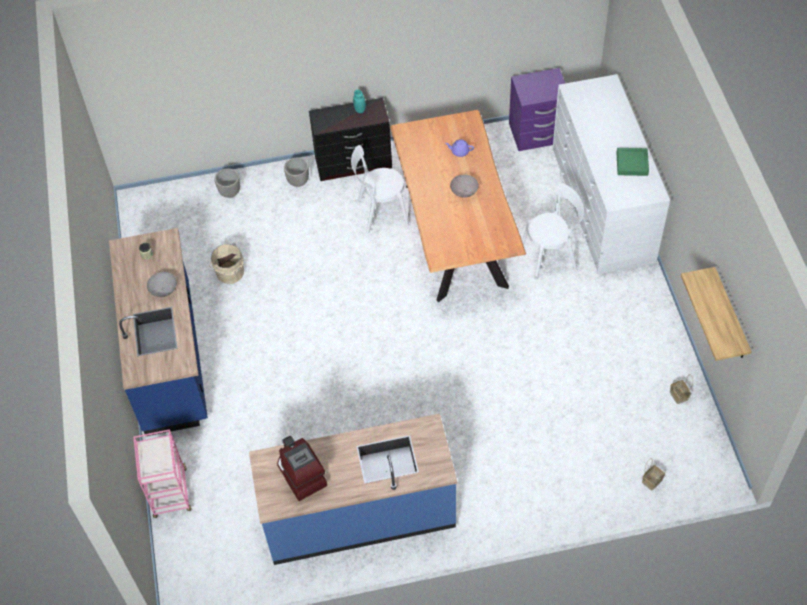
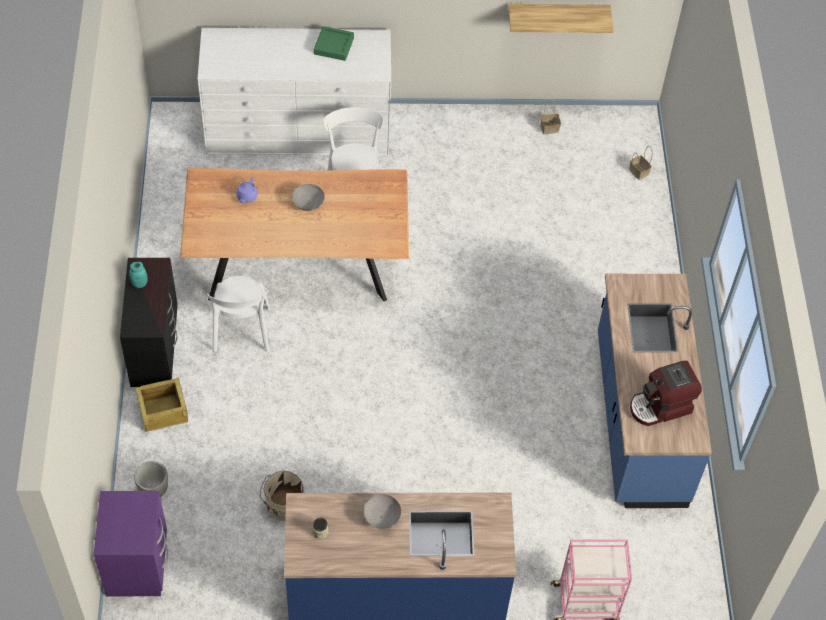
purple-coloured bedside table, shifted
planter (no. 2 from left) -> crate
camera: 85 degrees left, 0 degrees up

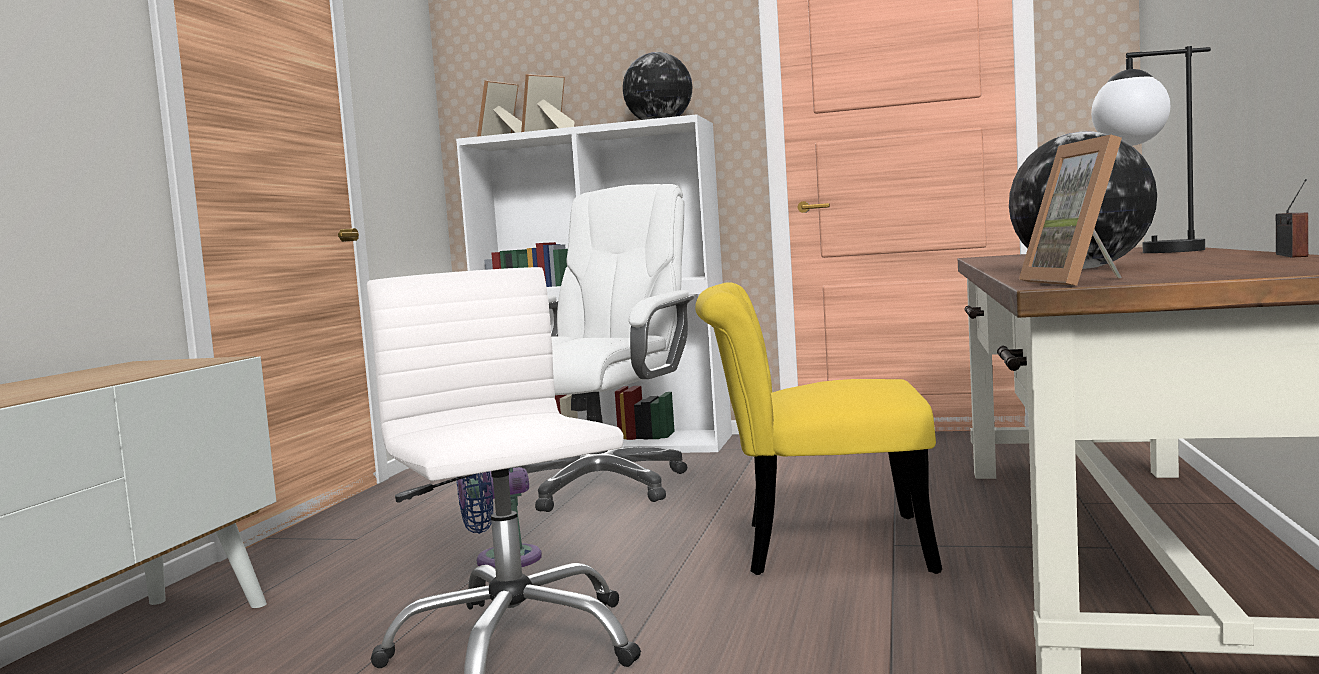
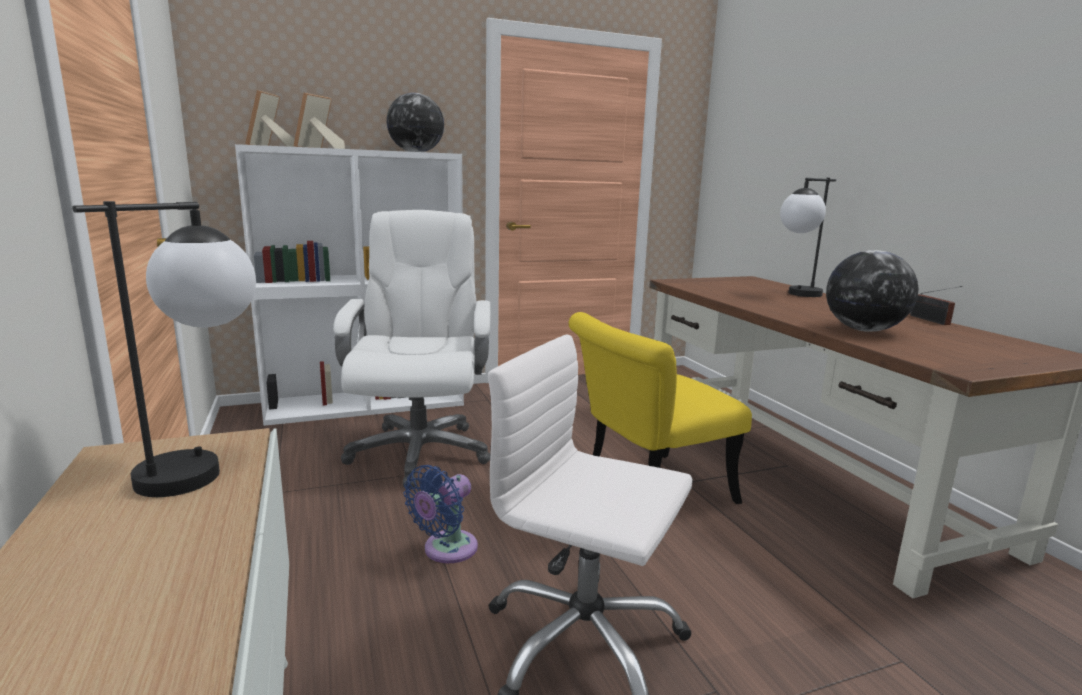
photo frame (no. 3 from left) -> none
none -> lamp for a table (no. 1 from left)
camera: 35 degrees left, 10 degrees up

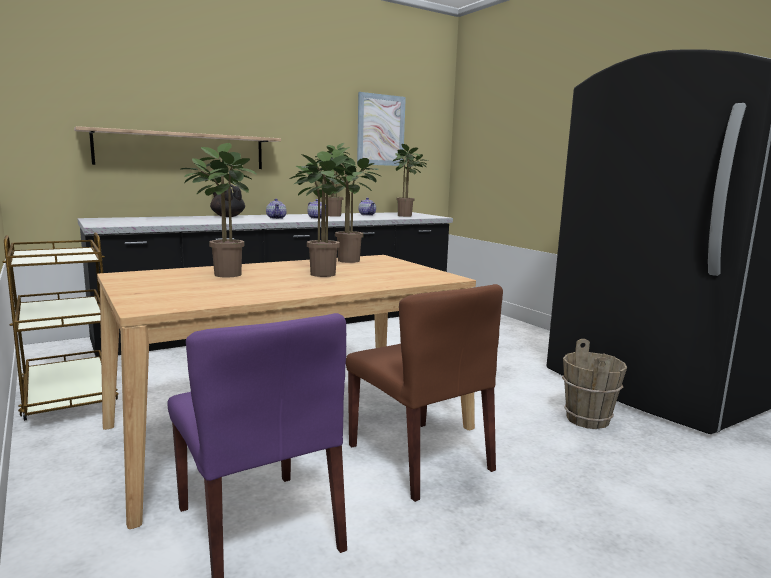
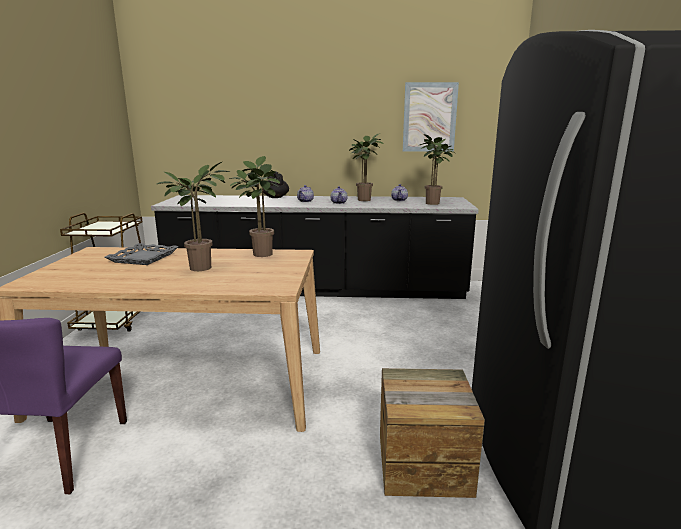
shelf -> none
potted plant (no. 1 from left) -> grey tray
brownish chair -> none
brownish bucket -> crate
camera: 35 degrees right, 5 degrees up

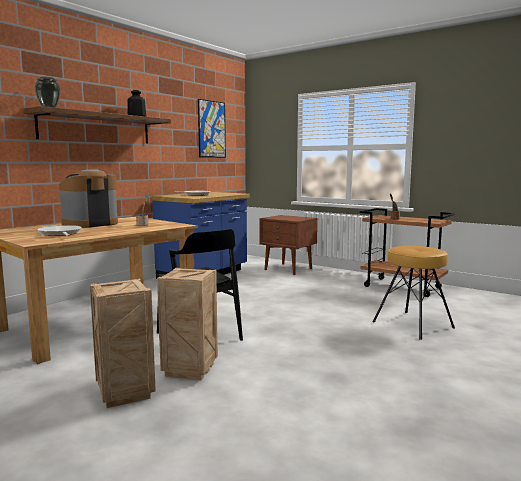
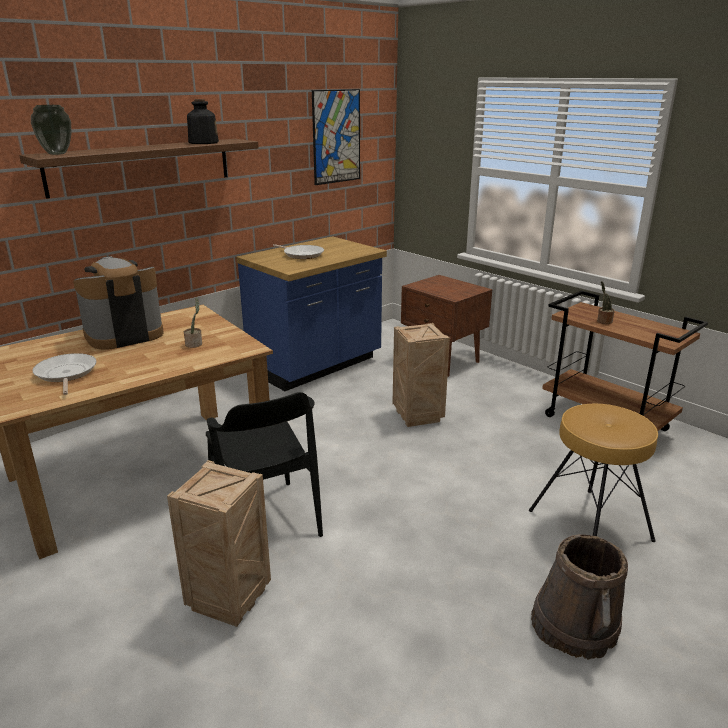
crate (no. 1 from left in the first image) -> crate (no. 2 from left), shifted
none -> brownish bucket
camera: 10 degrees right, 15 degrees up

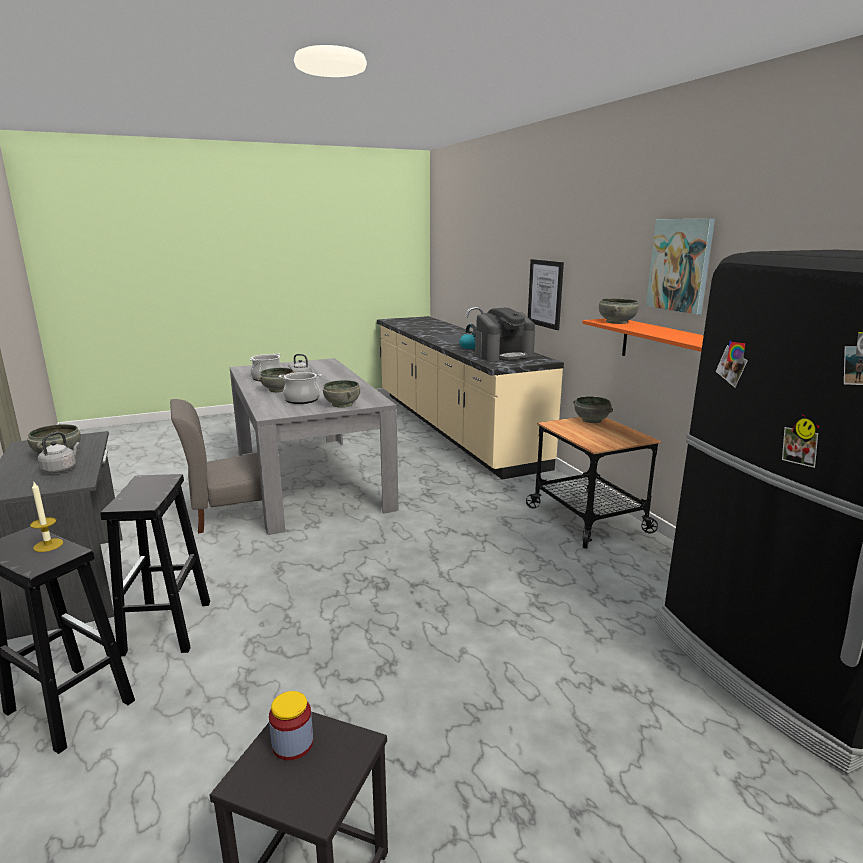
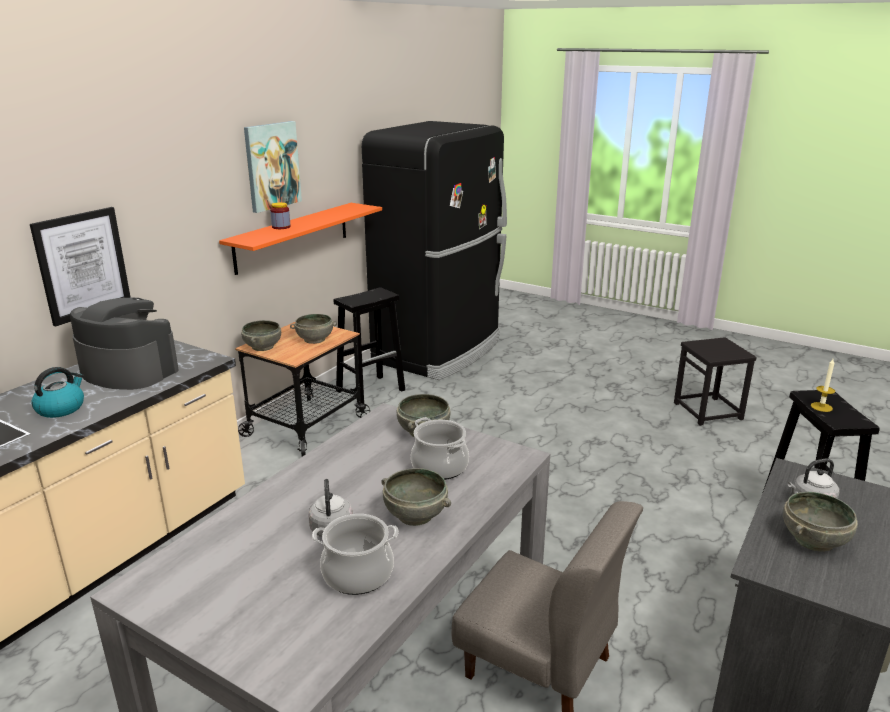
grey bowl (no. 5 from left in the first image) -> grey bowl (no. 2 from left), shifted
black stool seat (no. 2 from left in the first image) -> black stool seat (no. 1 from left), shifted
preserve jar, shifted
camera: 125 degrees left, 5 degrees up

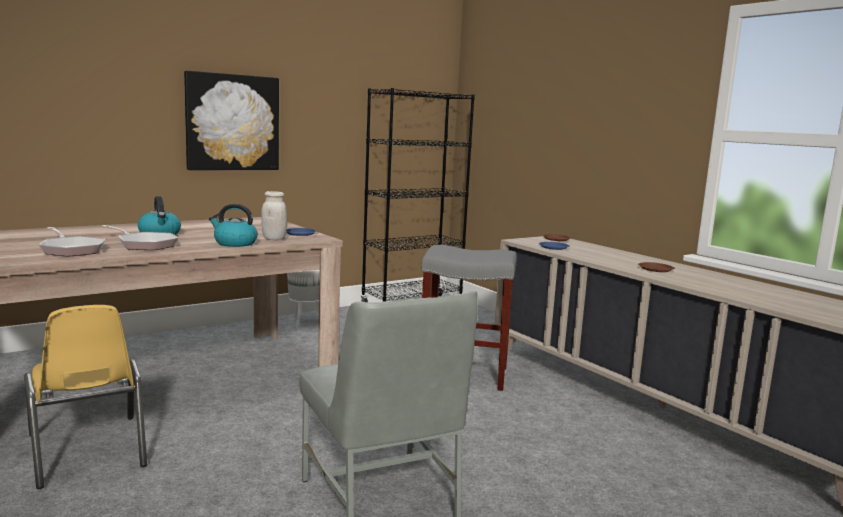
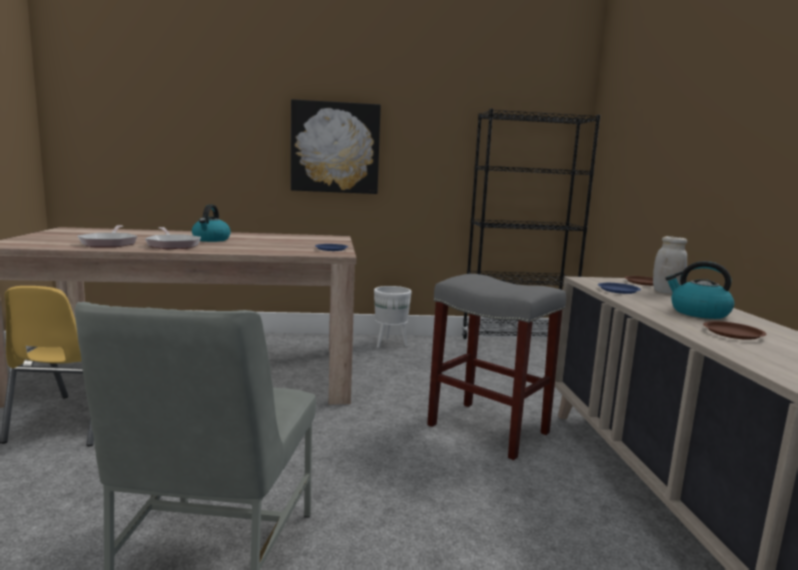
whitish preserve jar, shifted
kettle (no. 2 from left), shifted
camera: 30 degrees right, 0 degrees up

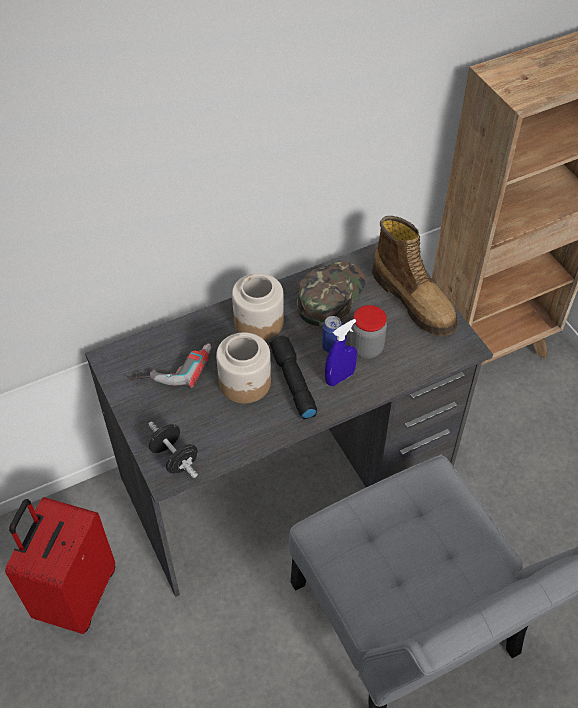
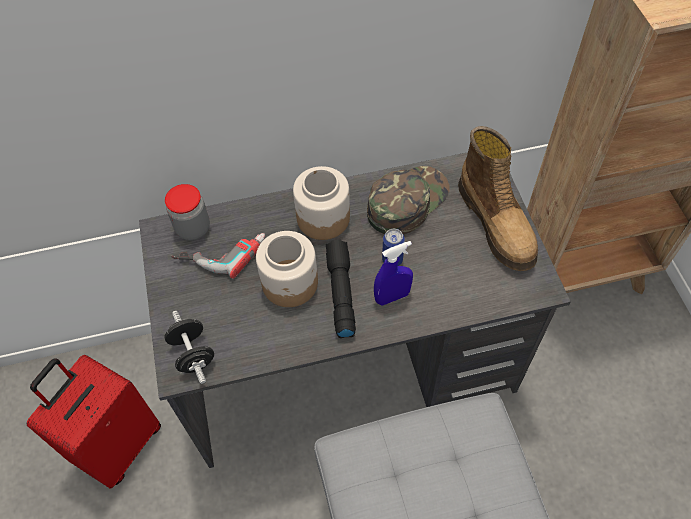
preserve jar (no. 3 from left in the first image) -> preserve jar (no. 1 from left), shifted
camera: 15 degrees right, 5 degrees up

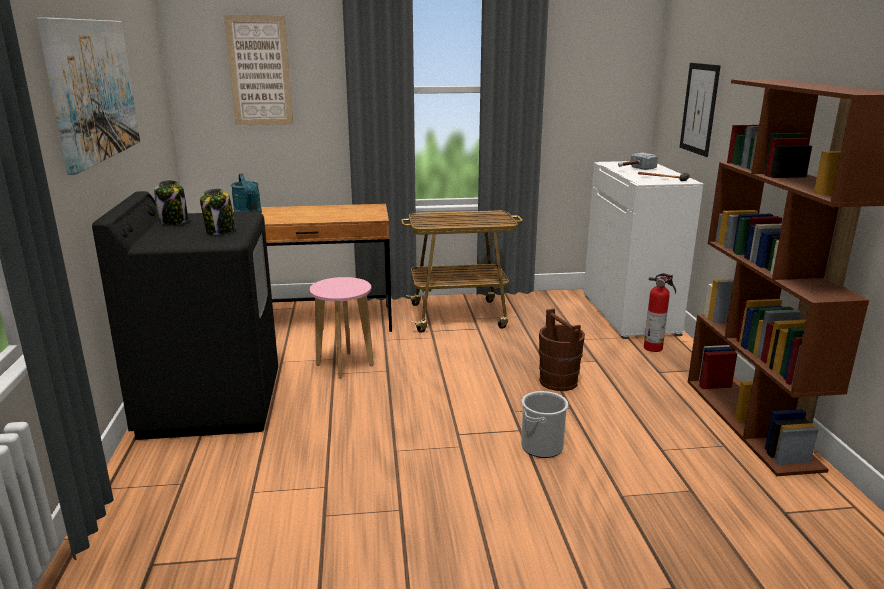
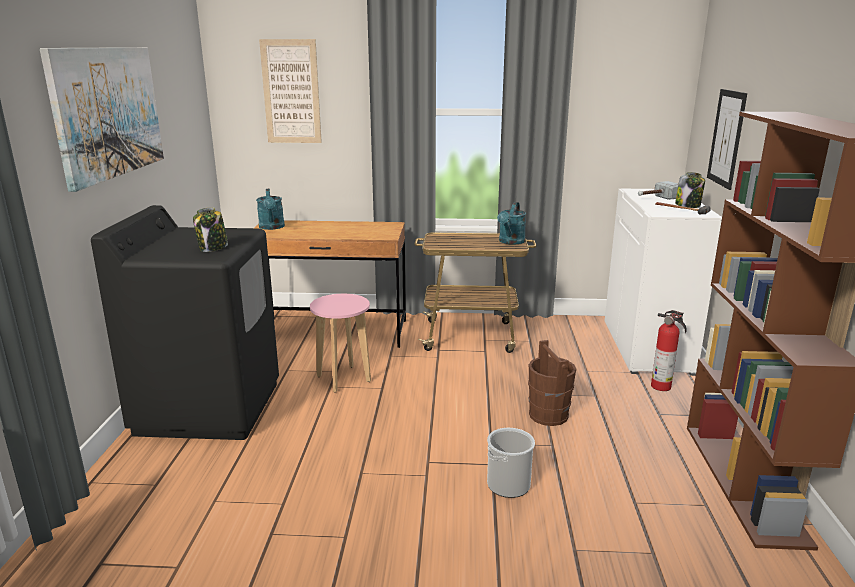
preserve jar (no. 1 from left in the first image) -> preserve jar (no. 2 from left), shifted
none -> blue-green watering pot (no. 2 from left)
camera: 10 degrees right, 0 degrees up

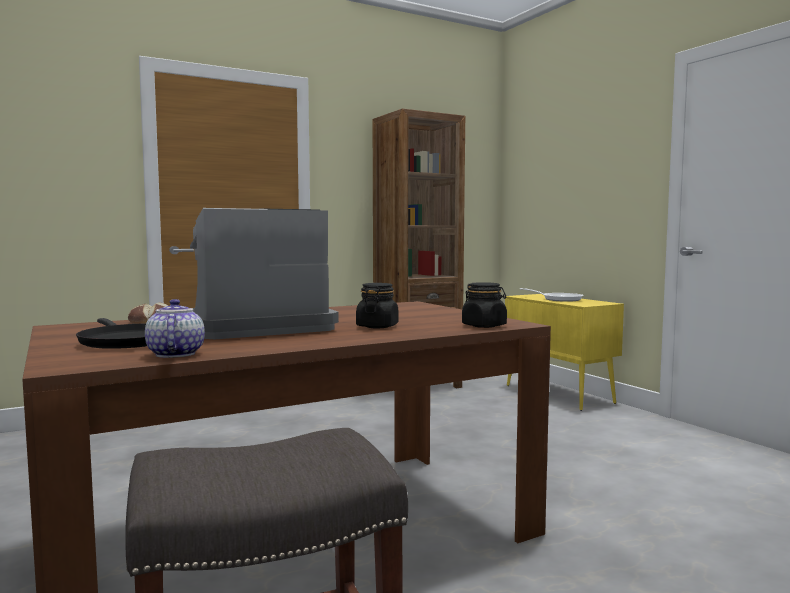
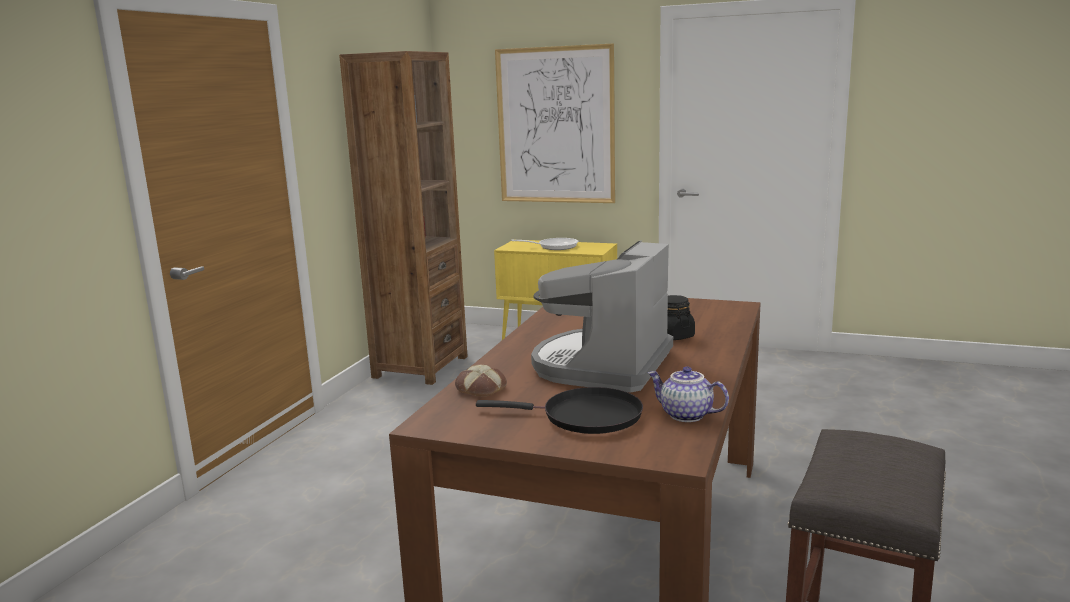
black preserve jar (no. 2 from left) -> none
none -> wall picture
camera: 40 degrees left, 10 degrees up

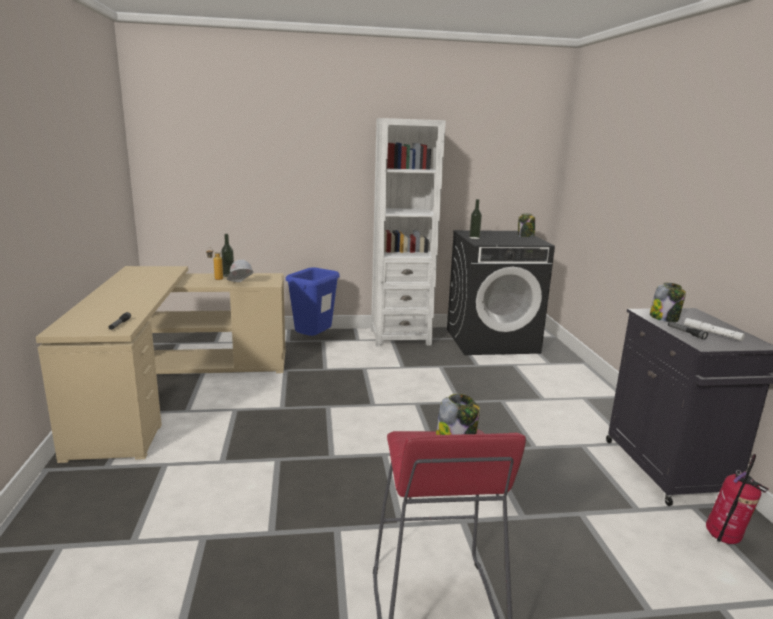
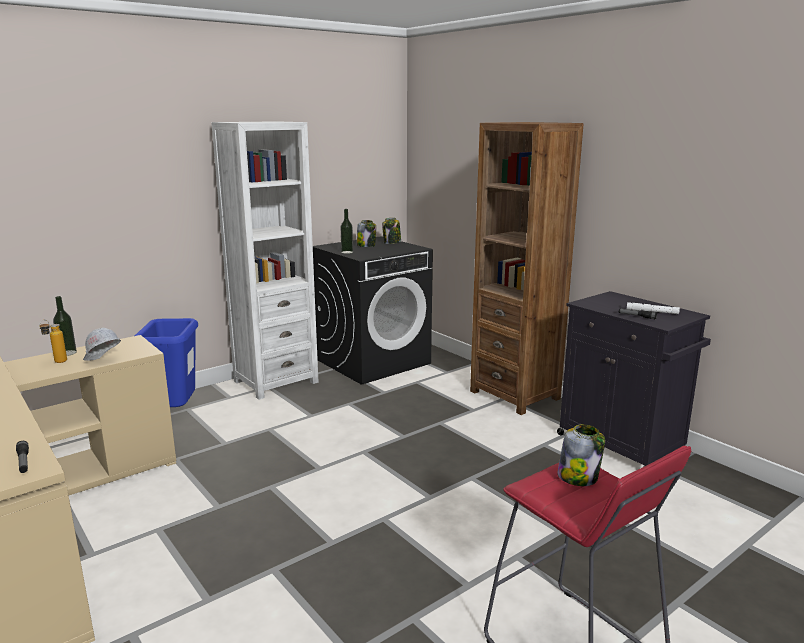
preserve jar (no. 3 from left in the first image) -> preserve jar (no. 1 from left), shifted
fire extinguisher -> none
none -> brownish shelving unit
camera: 30 degrees left, 0 degrees up

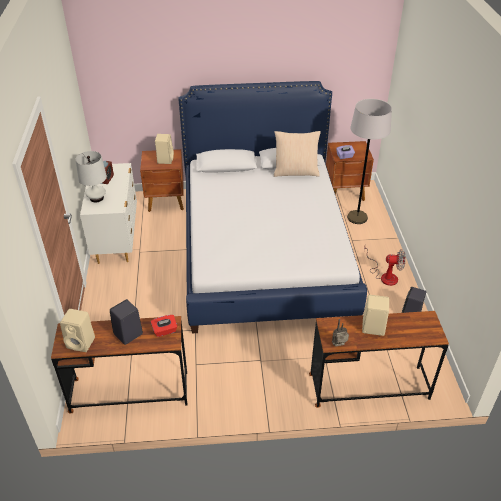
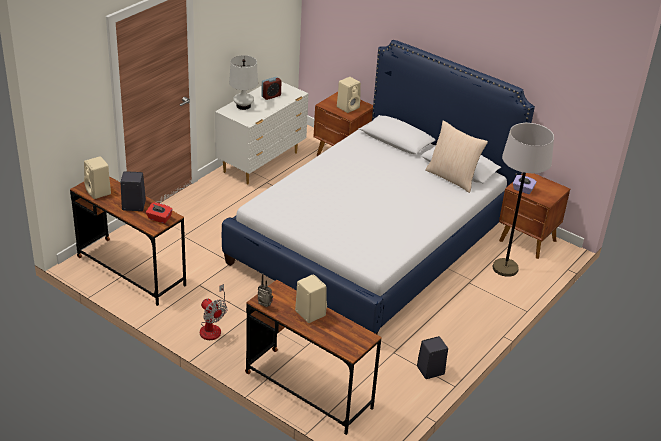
cooling fan, shifted
camera: 40 degrees right, 5 degrees down

